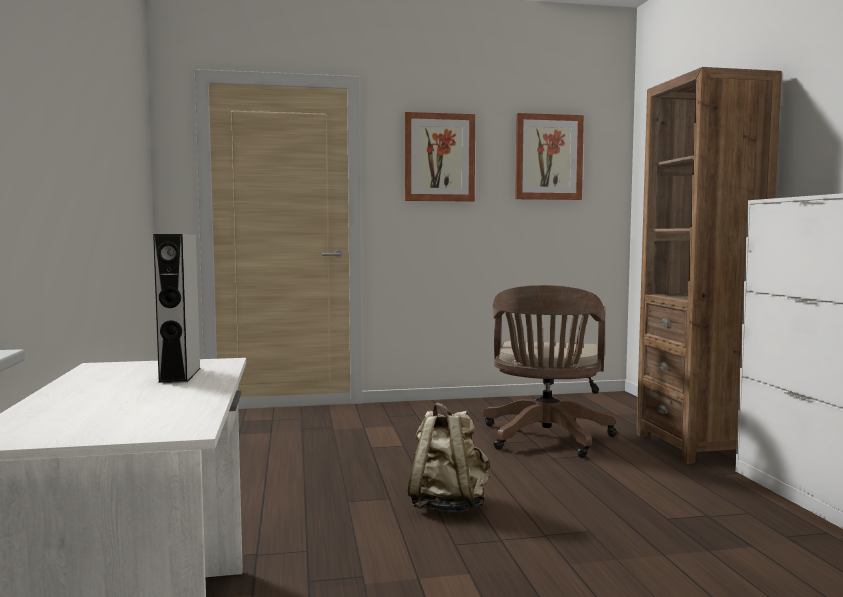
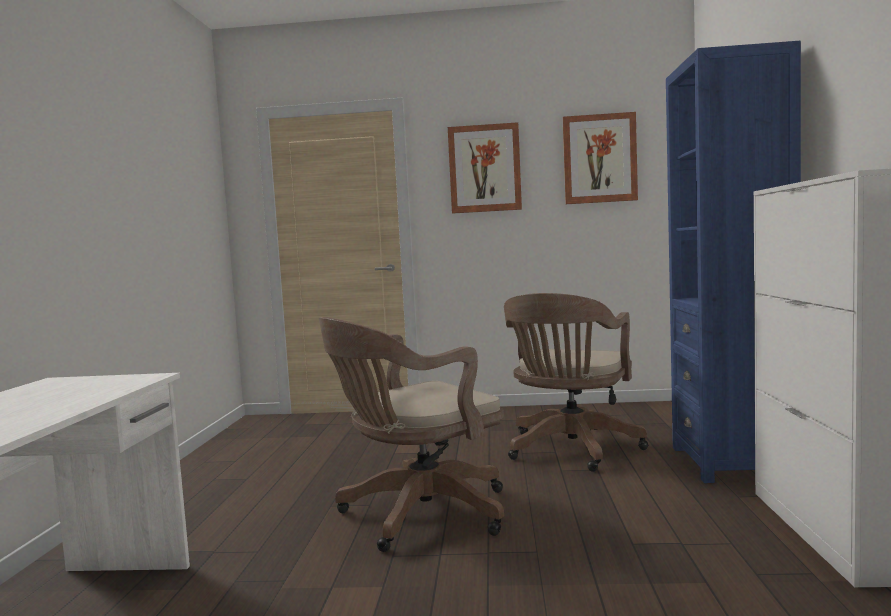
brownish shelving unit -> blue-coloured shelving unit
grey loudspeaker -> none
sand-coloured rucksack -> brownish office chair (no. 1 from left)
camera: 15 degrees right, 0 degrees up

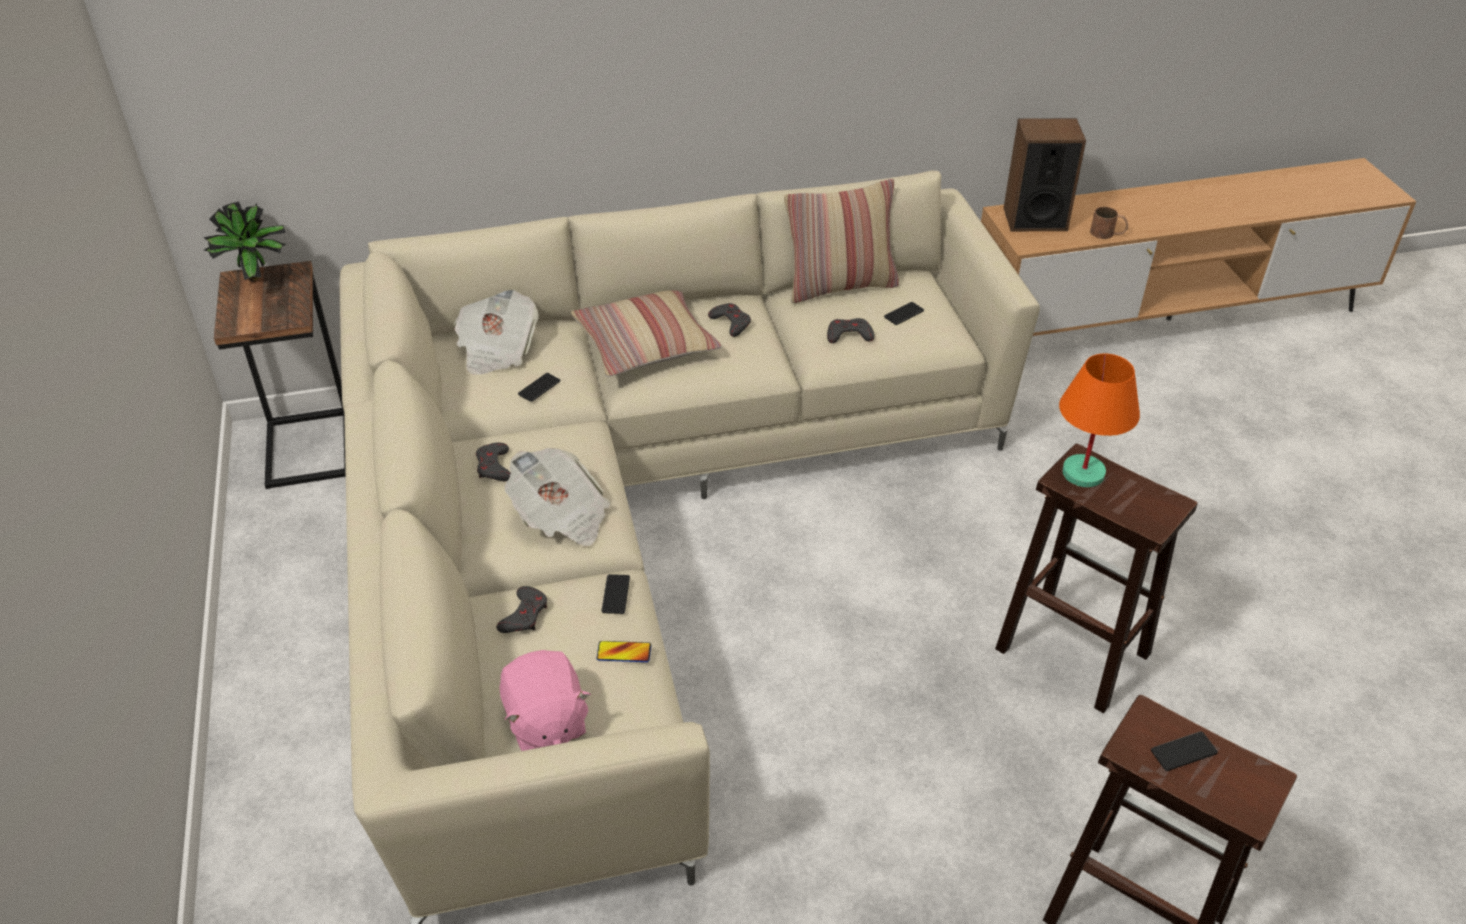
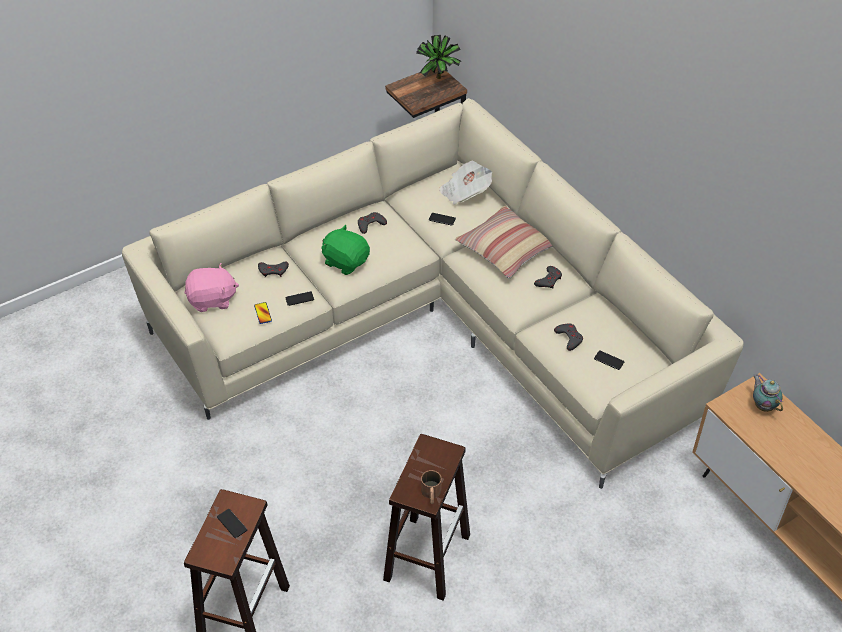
loudspeaker -> tea pot
throw pillow (no. 2 from left) -> none
brownish mug, shifted
orange lamp for a table -> none
daily paper (no. 2 from left) -> greenish plush toy
pinkish plush toy, 150 degrees counterclockwise
camera: 70 degrees right, 5 degrees up

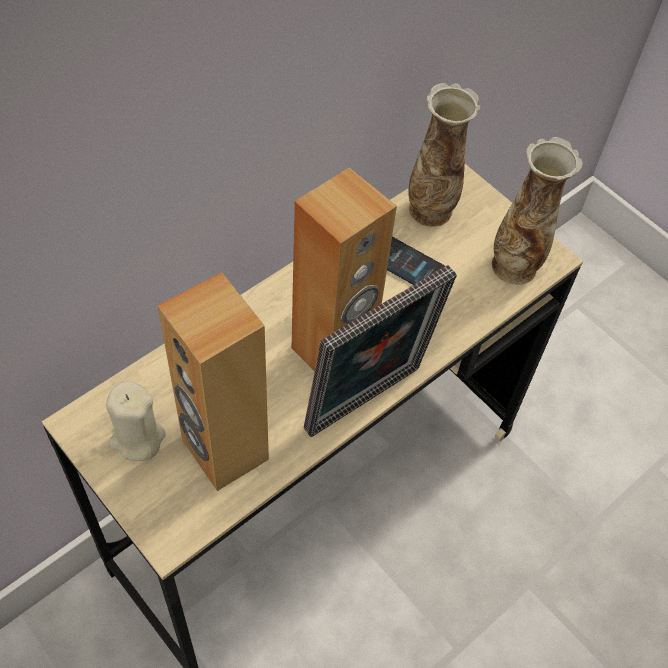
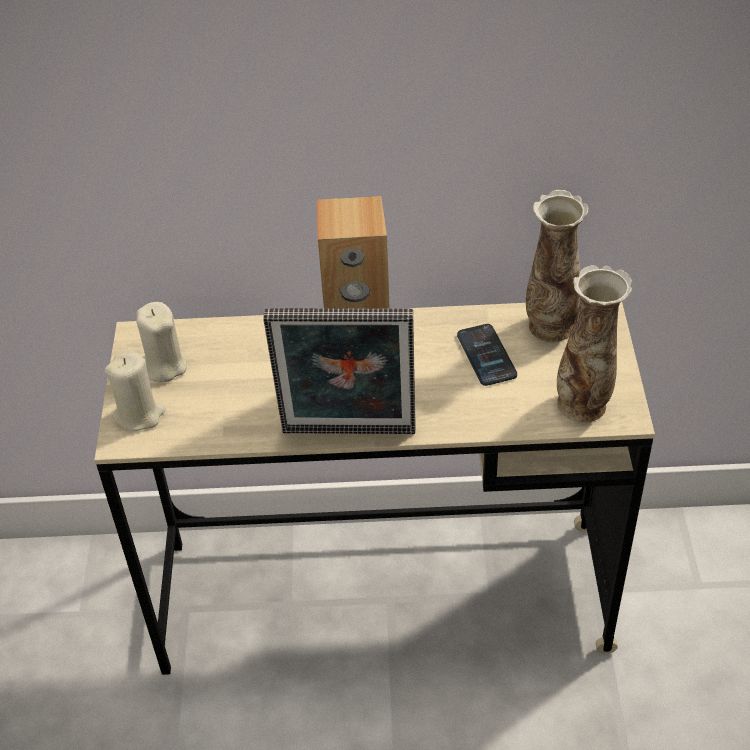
brownish loudspeaker (no. 1 from left) -> none
none -> sand-coloured wax light (no. 1 from left)
camera: 45 degrees right, 10 degrees down

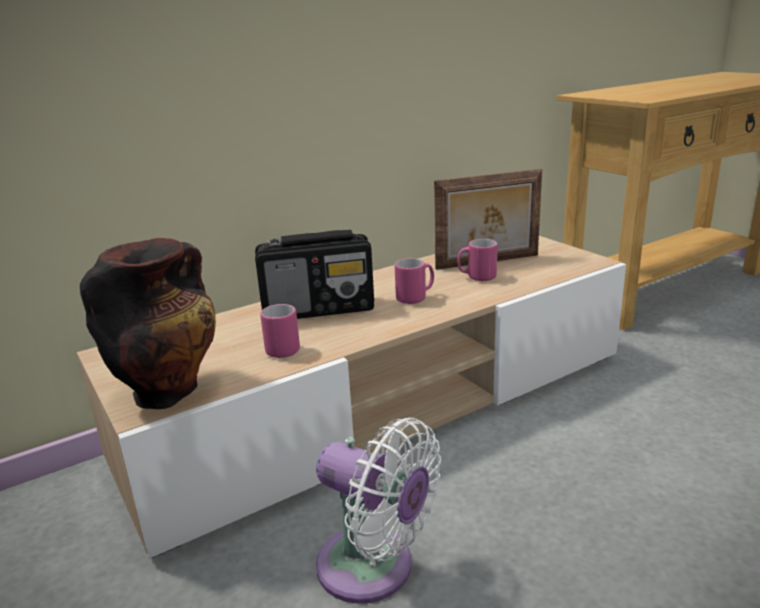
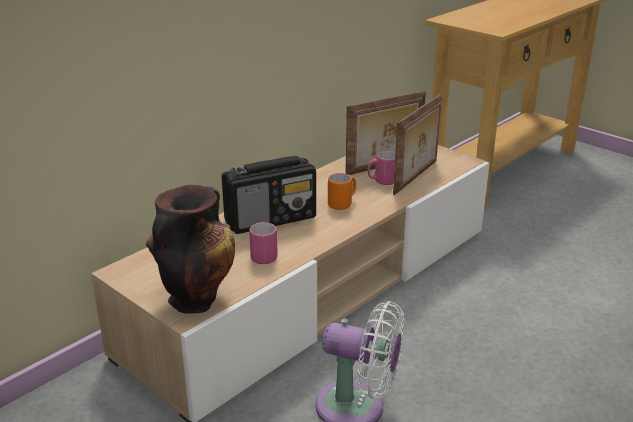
pinkish mug (no. 2 from left) -> orange mug
none -> photo frame (no. 2 from left)
camera: 15 degrees left, 5 degrees up

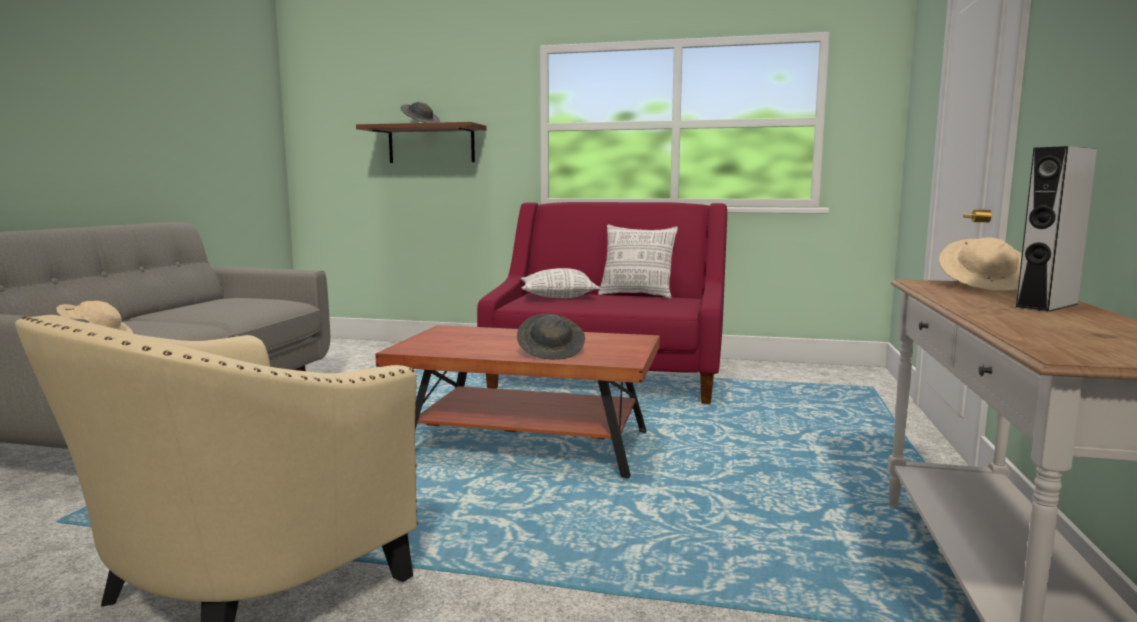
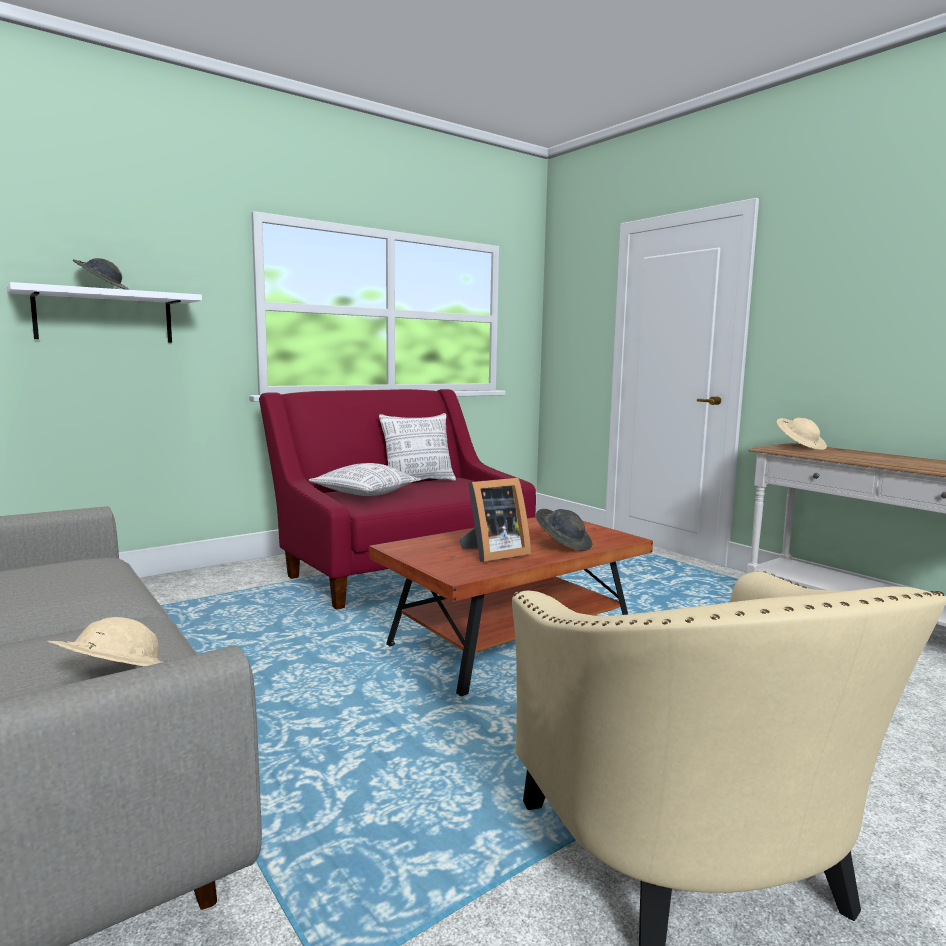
brownish shelf -> whitish shelf
grey loudspeaker -> none
none -> photo frame
camera: 50 degrees left, 0 degrees up

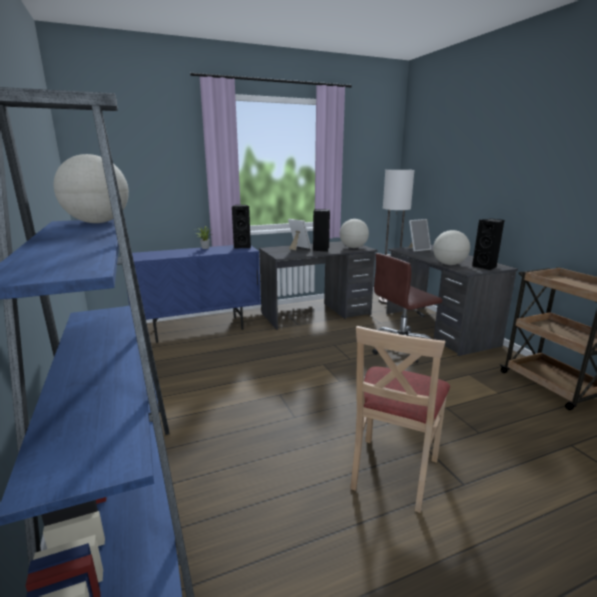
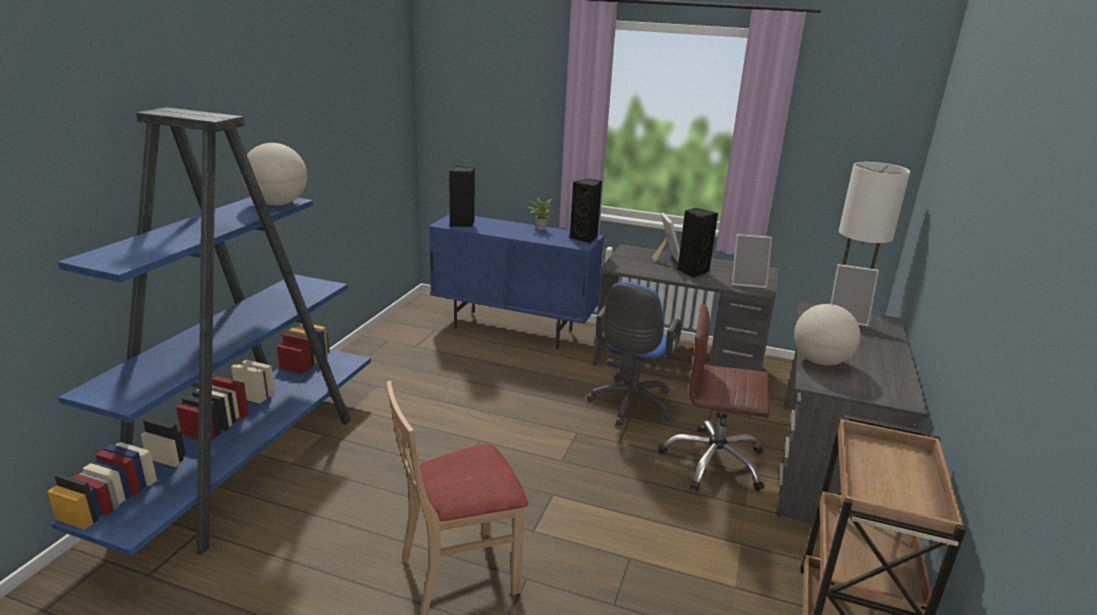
desk globe (no. 2 from left) -> photo frame (no. 2 from left)
black loudspeaker (no. 3 from left in the first image) -> black loudspeaker (no. 1 from left), shifted
none -> blue-coloured office chair
camera: 40 degrees right, 5 degrees up

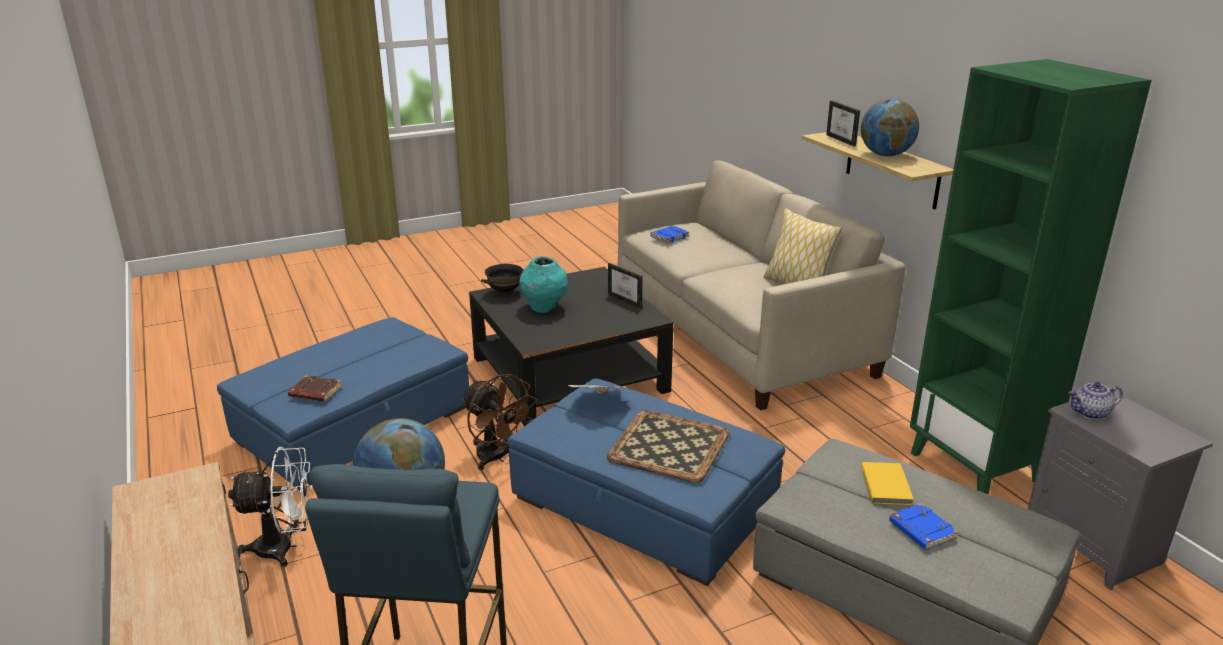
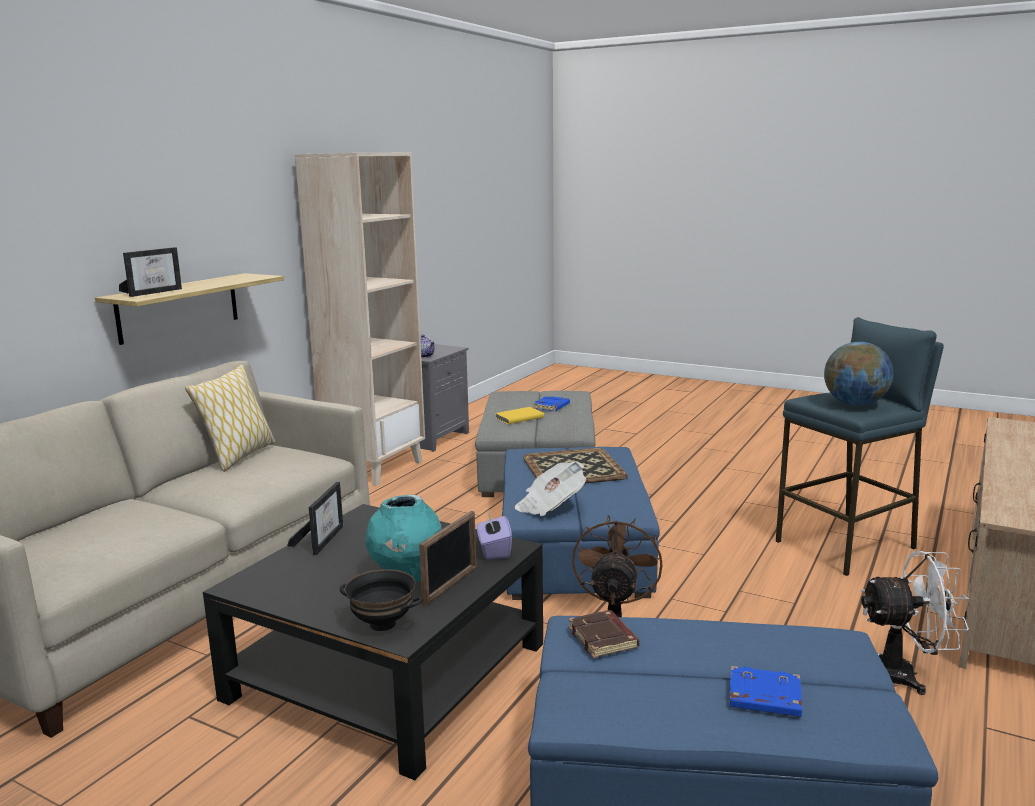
greenish shelving unit -> sand-coloured shelving unit
desk globe (no. 2 from left) -> none
blue-coloured volume (no. 1 from left in the first image) -> blue-coloured volume (no. 2 from left), shifted
brownish volume, shifted
whitish cooling fan, 135 degrees clockwise
none -> photo frame (no. 3 from left)
none -> purple-coloured box of tissues
camera: 125 degrees left, 10 degrees down

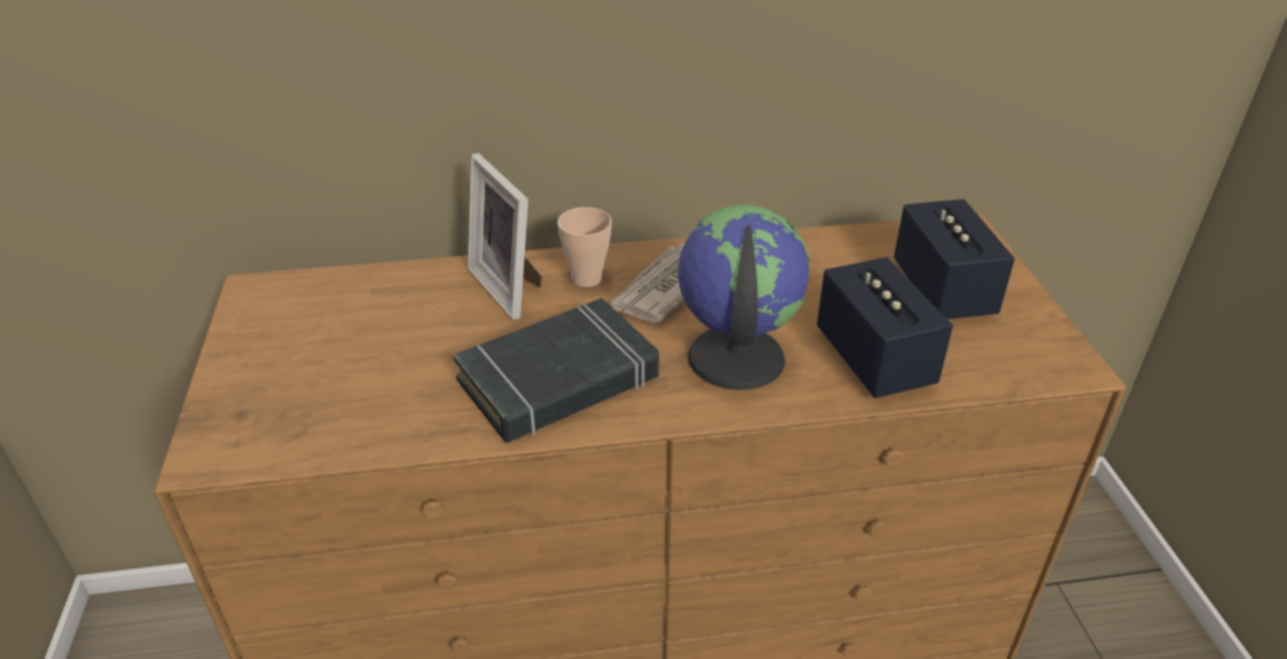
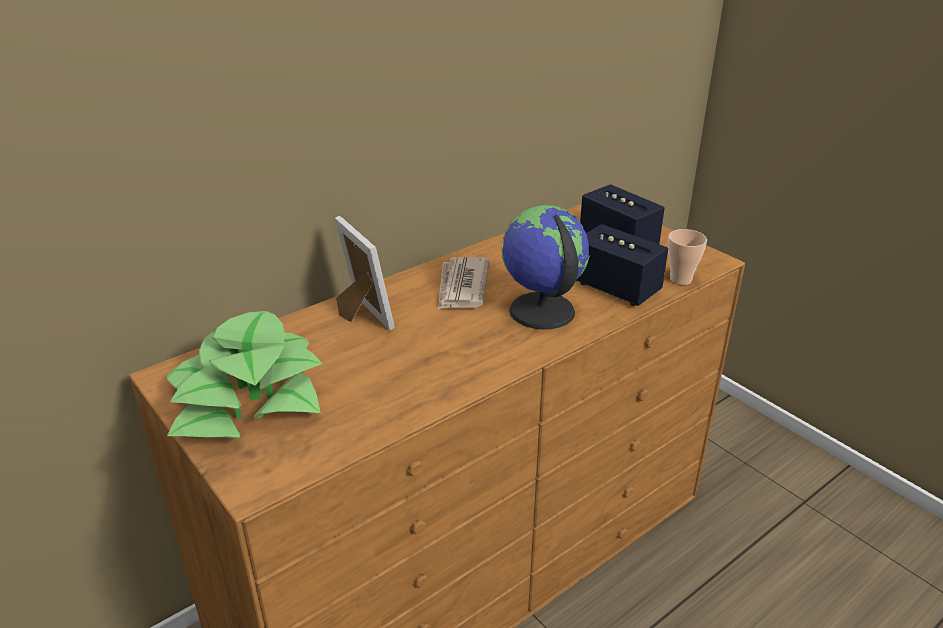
photo frame, 150 degrees counterclockwise
small cup, shifted
black volume -> none
none -> potted plant
camera: 30 degrees left, 5 degrees down

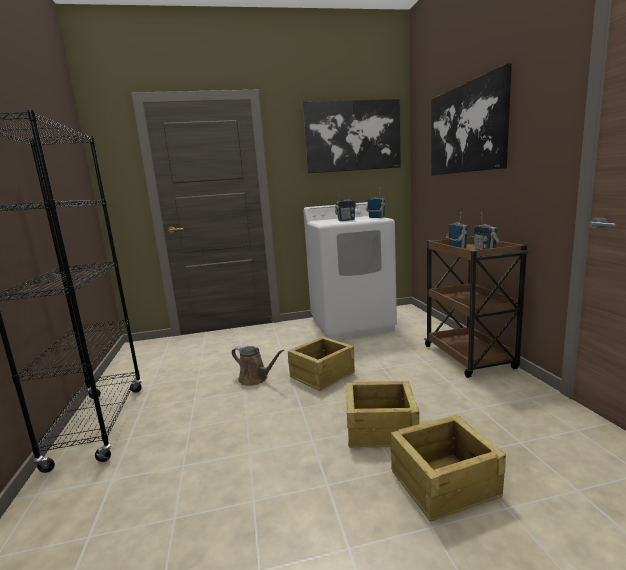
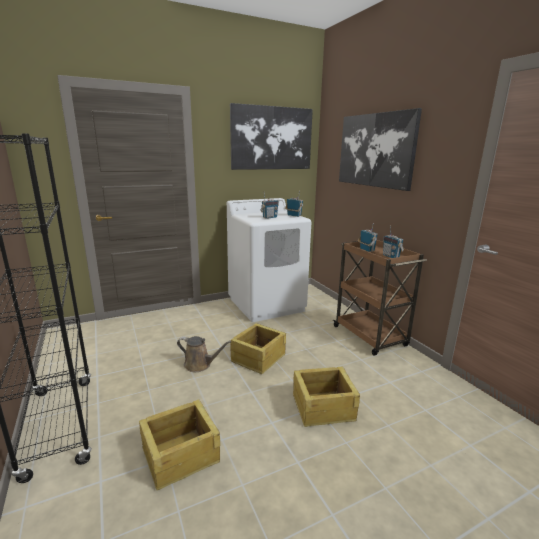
crate (no. 3 from left in the first image) -> crate (no. 1 from left), shifted
camera: 15 degrees left, 5 degrees up

